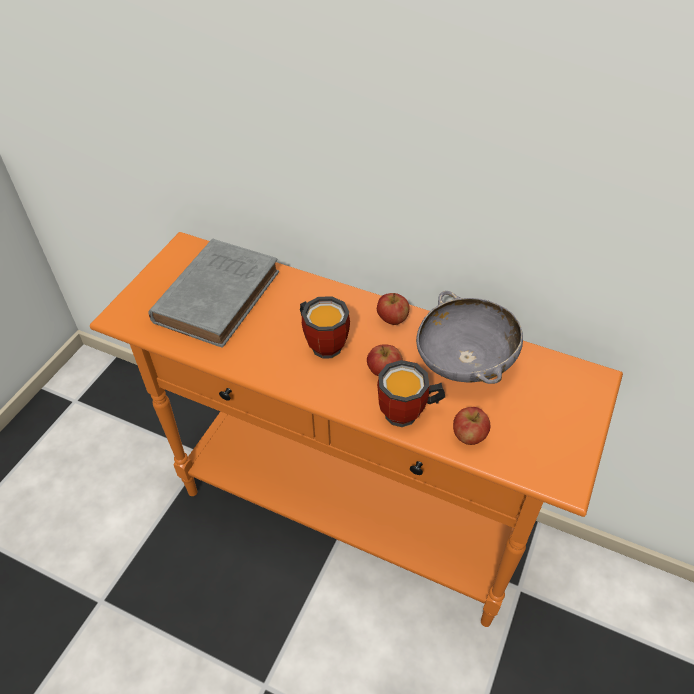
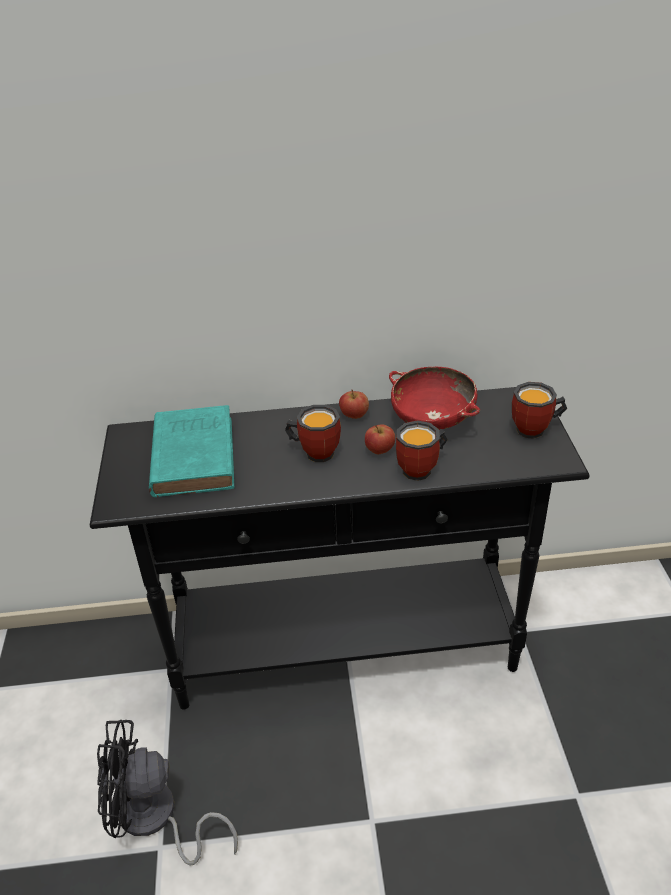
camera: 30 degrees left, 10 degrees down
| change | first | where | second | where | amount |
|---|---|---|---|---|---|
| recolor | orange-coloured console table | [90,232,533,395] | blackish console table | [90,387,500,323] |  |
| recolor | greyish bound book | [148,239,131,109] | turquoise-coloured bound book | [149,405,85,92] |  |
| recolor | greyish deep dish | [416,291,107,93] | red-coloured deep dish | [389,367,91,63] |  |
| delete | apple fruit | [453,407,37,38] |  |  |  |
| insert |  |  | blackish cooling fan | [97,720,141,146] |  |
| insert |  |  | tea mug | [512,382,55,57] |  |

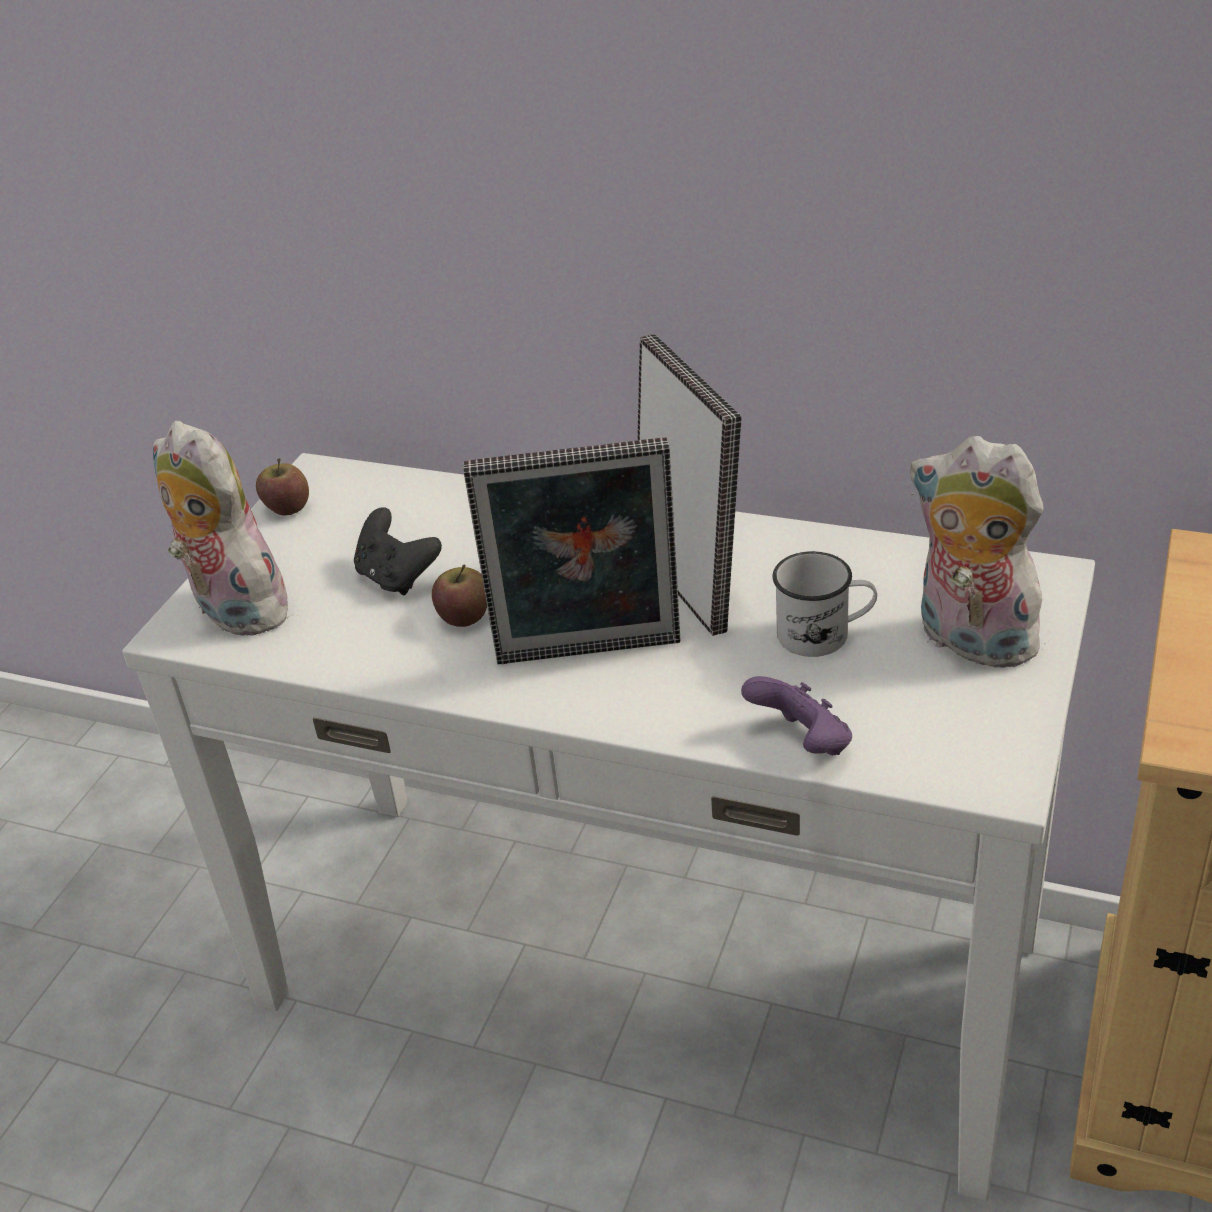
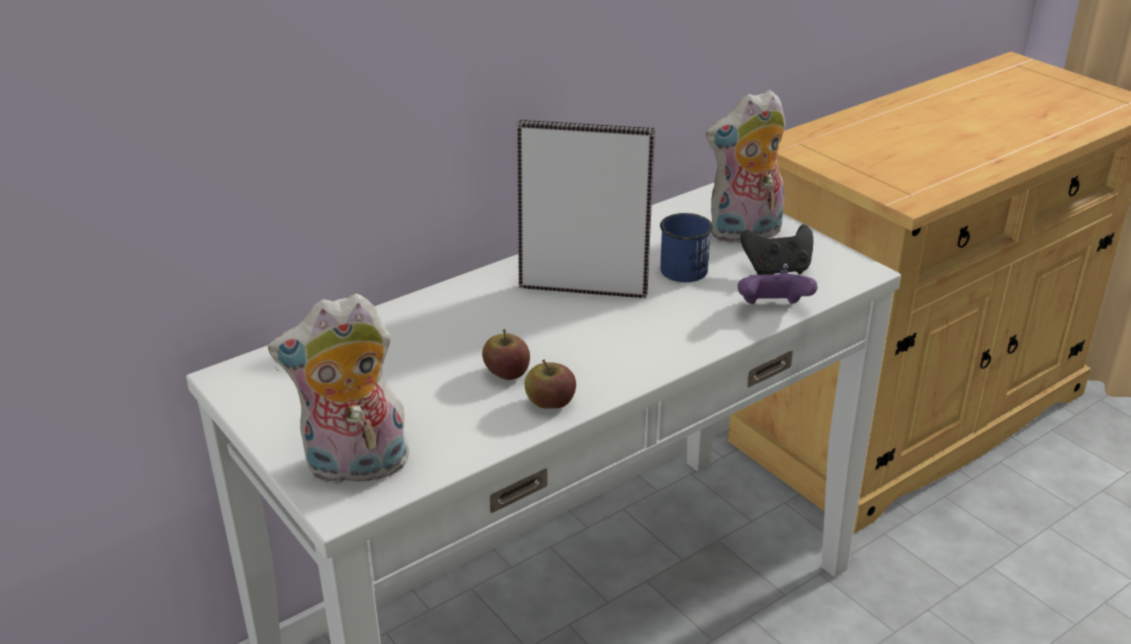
camera: 60 degrees left, 5 degrees down
| change | first | where | second | where | amount |
|---|---|---|---|---|---|
| move | apple fruit | [256,459,53,57] |  | [524,360,52,49] |  |
| move | blackish gamepad | [354,507,88,88] |  | [740,224,73,51] |  |
| delete | photo frame | [463,437,218,227] |  |  |  |
| recolor | white tea mug | [773,551,104,106] | bluish tea mug | [660,213,53,69] |  |

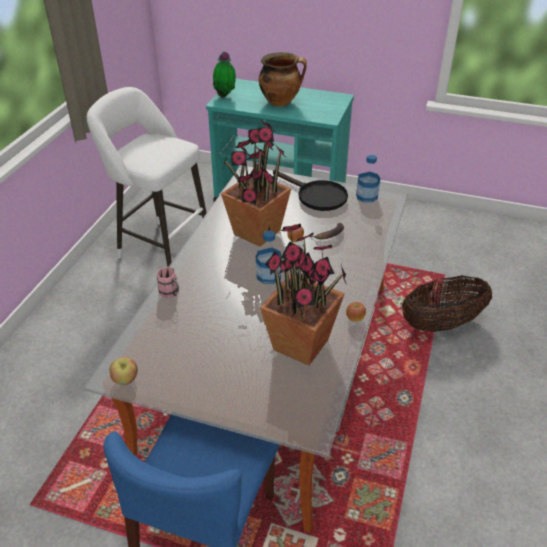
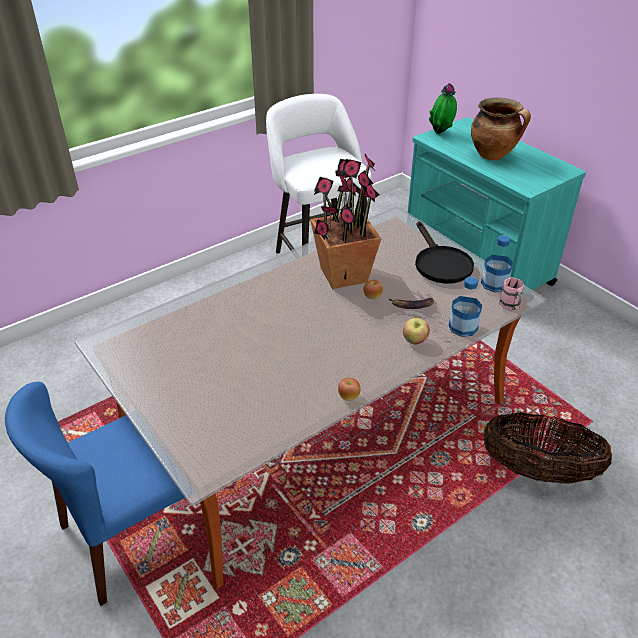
camera: 35 degrees right, 0 degrees up
| change | first | where | second | where | amount |
|---|---|---|---|---|---|
| move | apple fruit | [110,357,28,28] |  | [403,318,27,27] |  |
| move | pinkish tea mug | [157,267,22,31] |  | [499,277,25,33] |  |
| move | beverage bottle | [256,230,26,54] |  | [449,277,33,60] |  |
| delete | houseplant | [260,224,87,142] |  |  |  |

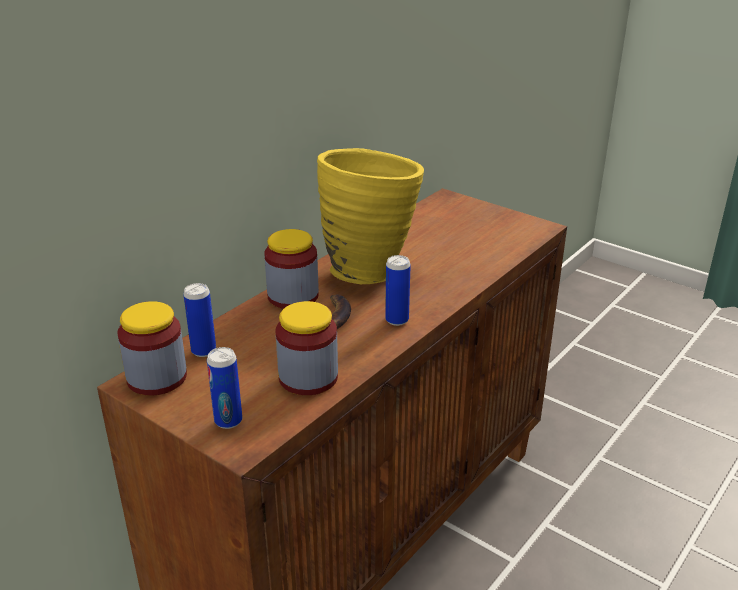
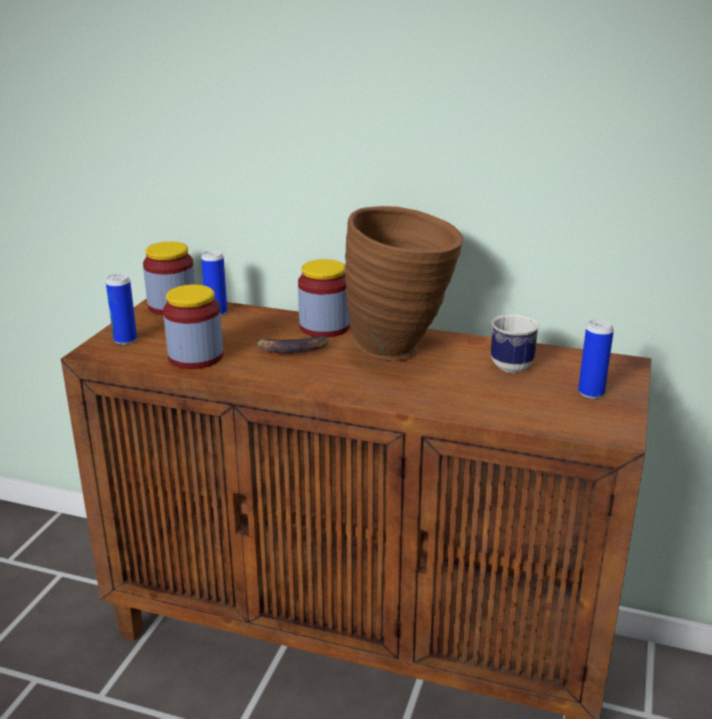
camera: 70 degrees right, 5 degrees down
| change | first | where | second | where | amount |
|---|---|---|---|---|---|
| recolor | yellow-coloured decorative vase | [317,148,107,136] | brownish decorative vase | [345,206,118,155] |  |
| move | sealed can | [385,255,26,71] |  | [578,319,36,80] |  |
| insert |  |  | tea mug | [491,314,49,59] |  |

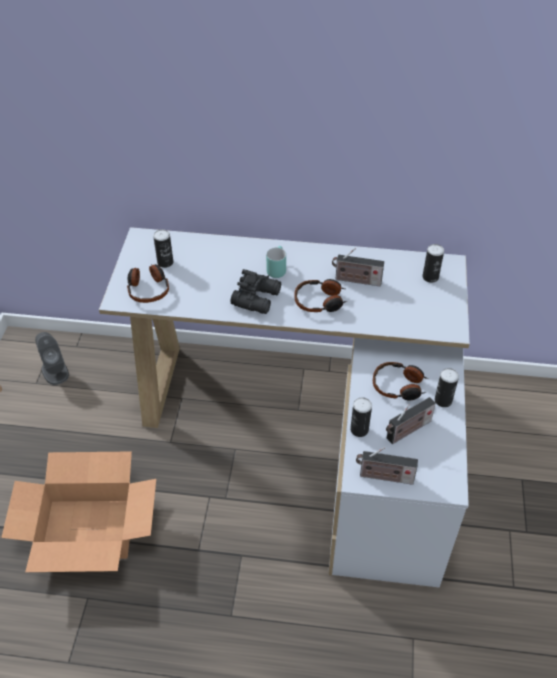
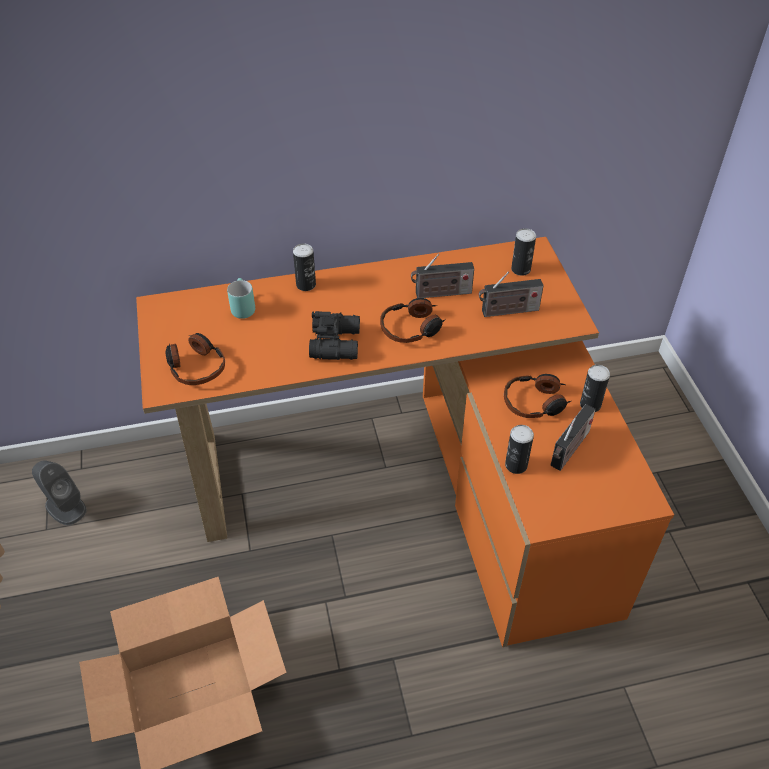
camera: 20 degrees left, 0 degrees up
| change | first | where | second | where | amount |
|---|---|---|---|---|---|
| recolor | white desk unit | [99,227,371,360] | orange-coloured desk unit | [136,237,538,410] |  |
| move | sealed can | [153,229,20,39] |  | [293,243,23,48] |  |
| move | turquoise-coloured tea mug | [266,246,20,32] |  | [227,278,28,41] |  |
| move | radio | [356,447,62,38] |  | [478,272,66,45] |  |

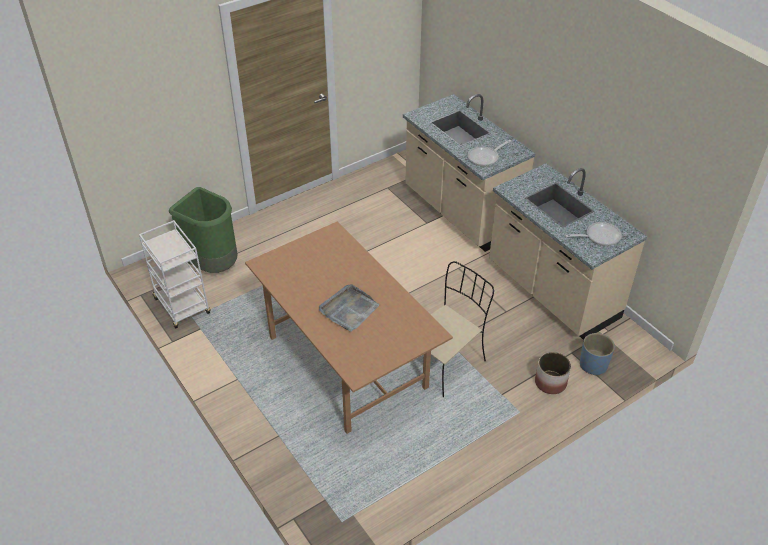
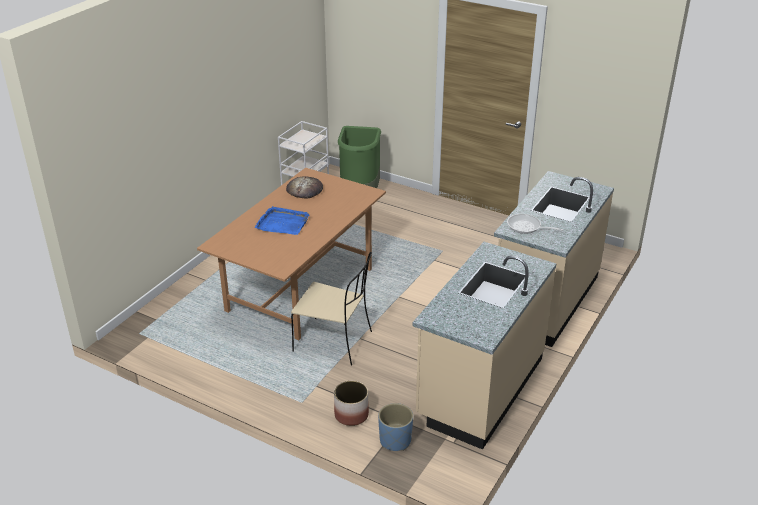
camera: 65 degrees right, 10 degrees down
| change | first | where | second | where | amount |
|---|---|---|---|---|---|
| recolor | greyish serving tray | [319,284,60,48] | bluish serving tray | [255,206,55,29] |  |
| delete | pan | [565,222,57,24] |  |  |  |
| insert |  |  | bakery bread | [286,176,37,23] |  |

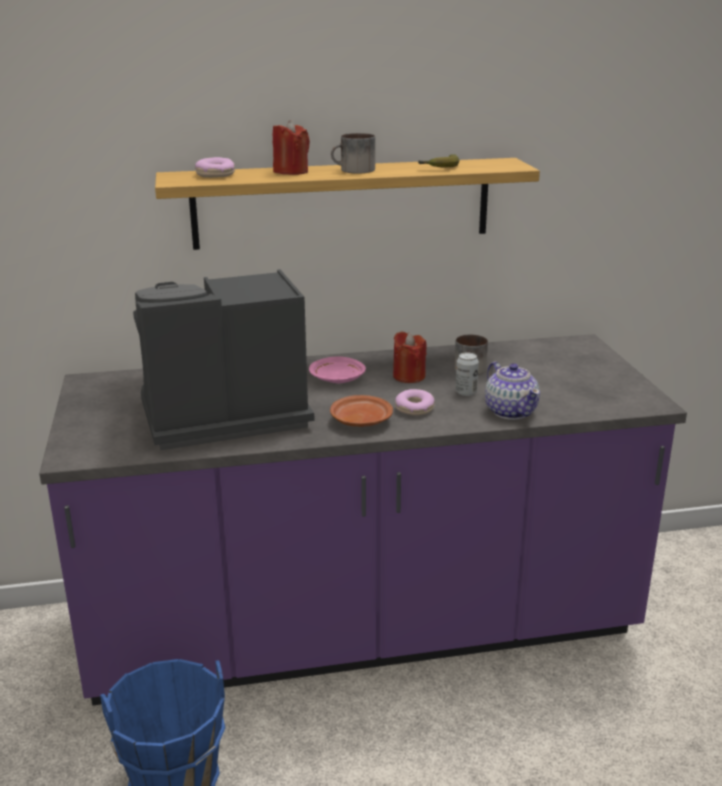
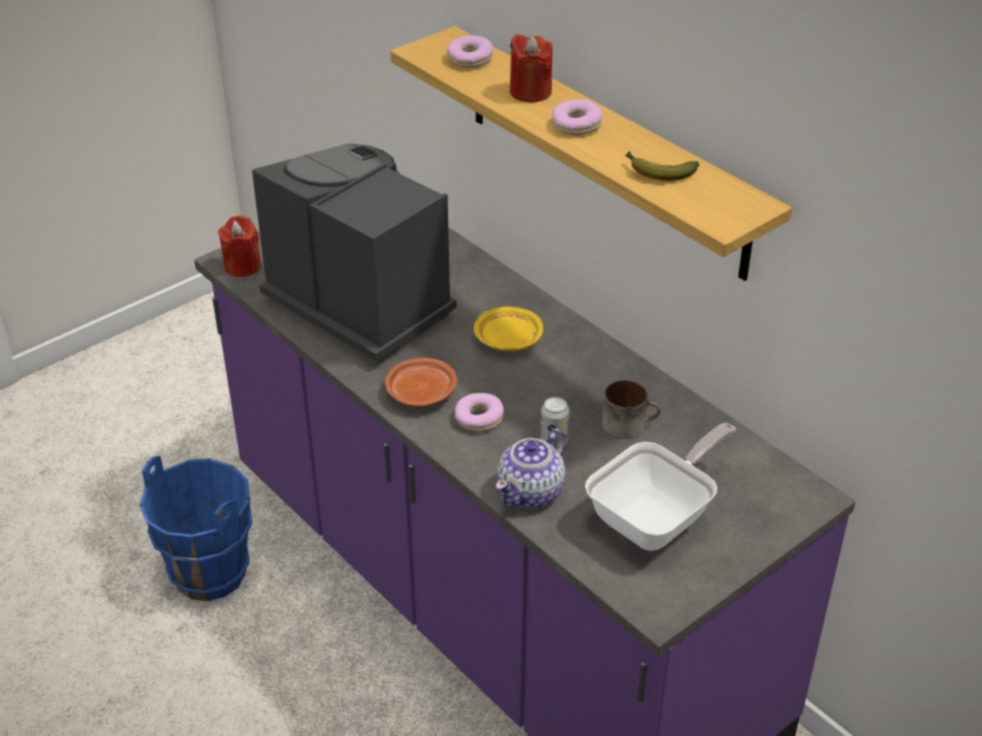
camera: 60 degrees right, 15 degrees up
| change | first | where | second | where | amount |
|---|---|---|---|---|---|
| recolor | pinkish plate | [309,356,57,27] | yellow-coloured plate | [474,307,69,44] |  |
| replace | tea mug | [331,133,44,40] | donut | [552,99,50,36] |  |
| move | red-coloured candle | [393,331,34,52] |  | [218,215,43,62] |  |
| insert |  |  | pan | [585,423,151,128] |  |

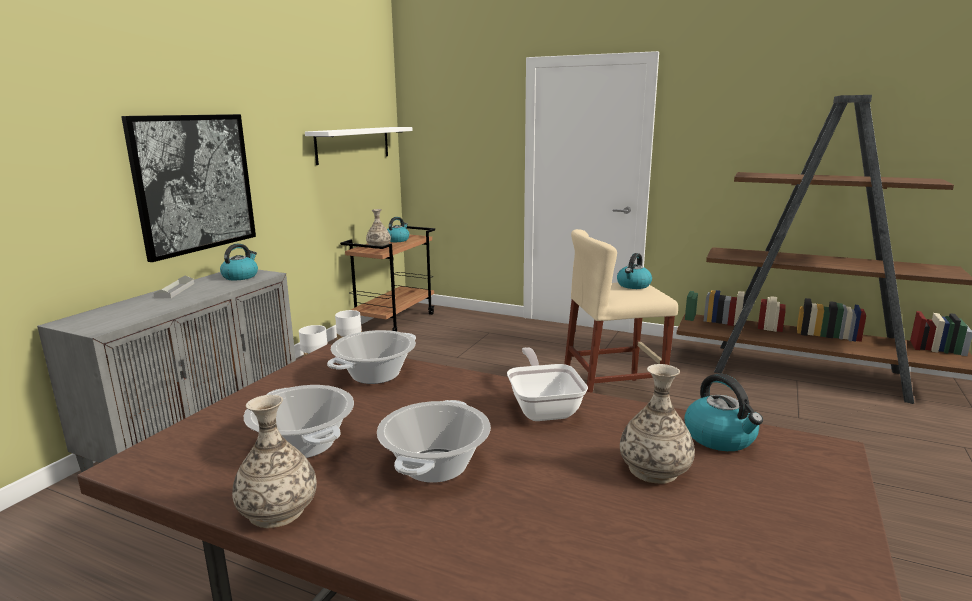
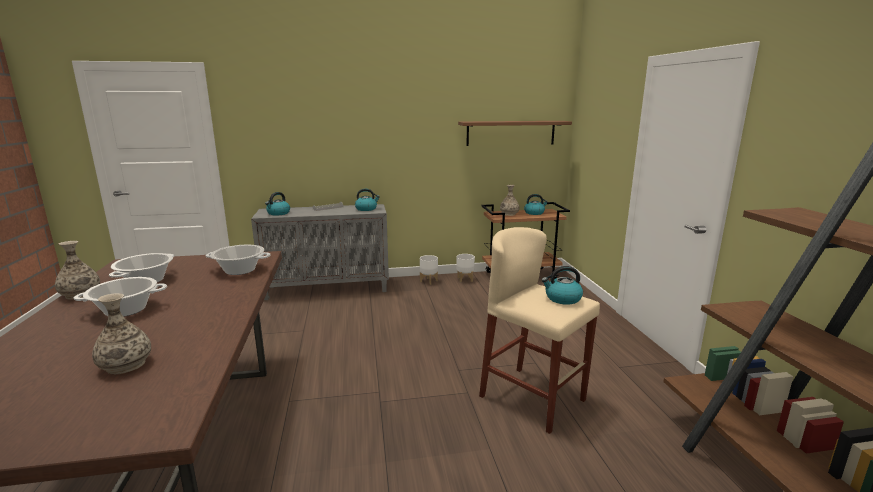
camera: 55 degrees right, 0 degrees up
| change | first | where | second | where | amount |
|---|---|---|---|---|---|
| delete | wall art | [121,114,135,148] |  |  |  |
| recolor | white wall shelf | [305,127,108,38] | brownish wall shelf | [458,121,114,25] |  |
| delete | pan | [507,347,81,74] |  |  |  |
| move | water kettle | [684,374,79,77] |  | [265,192,25,24] |  |

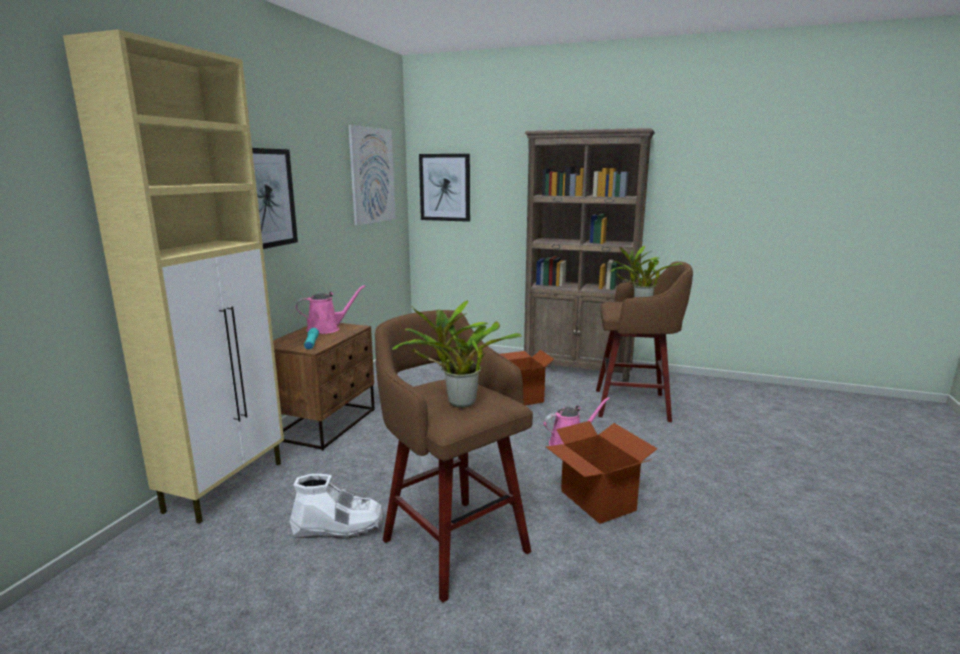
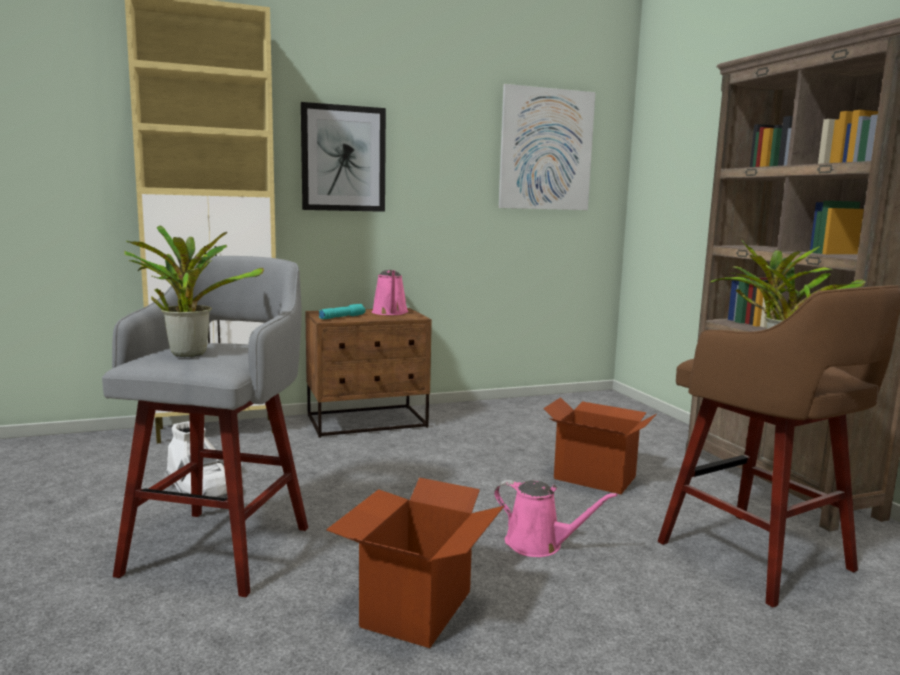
camera: 50 degrees right, 5 degrees down
| change | first | where | second | where | amount |
|---|---|---|---|---|---|
| rotate | pinkish watering can | [296,285,69,49] |  | [372,270,37,45] | 60 degrees clockwise |
| recolor | brownish sitting stool | [375,310,158,292] | greyish sitting stool | [102,256,206,341] |  |
| delete | wall art | [419,154,51,68] |  |  |  |

